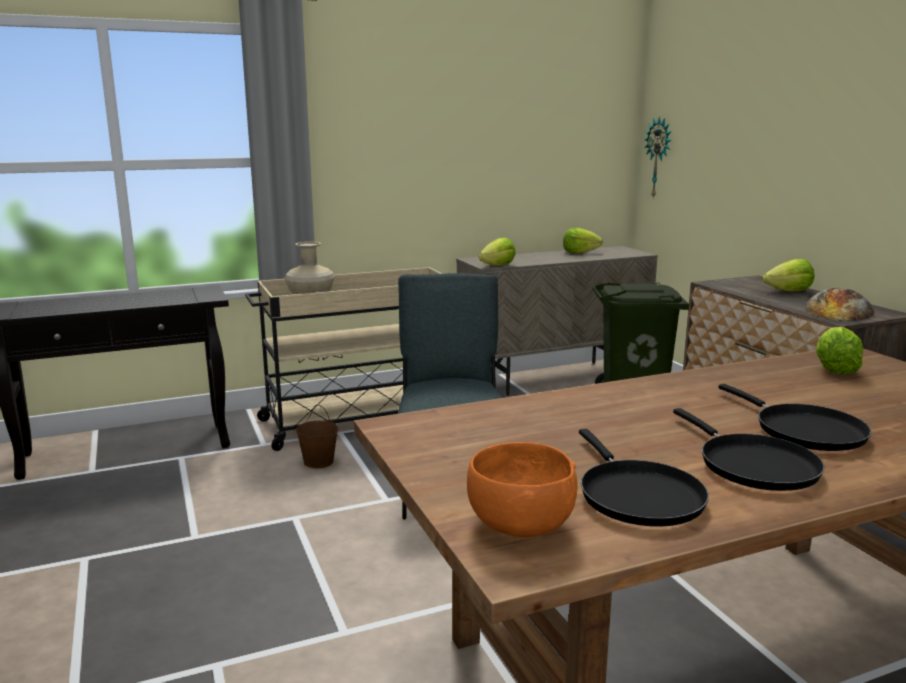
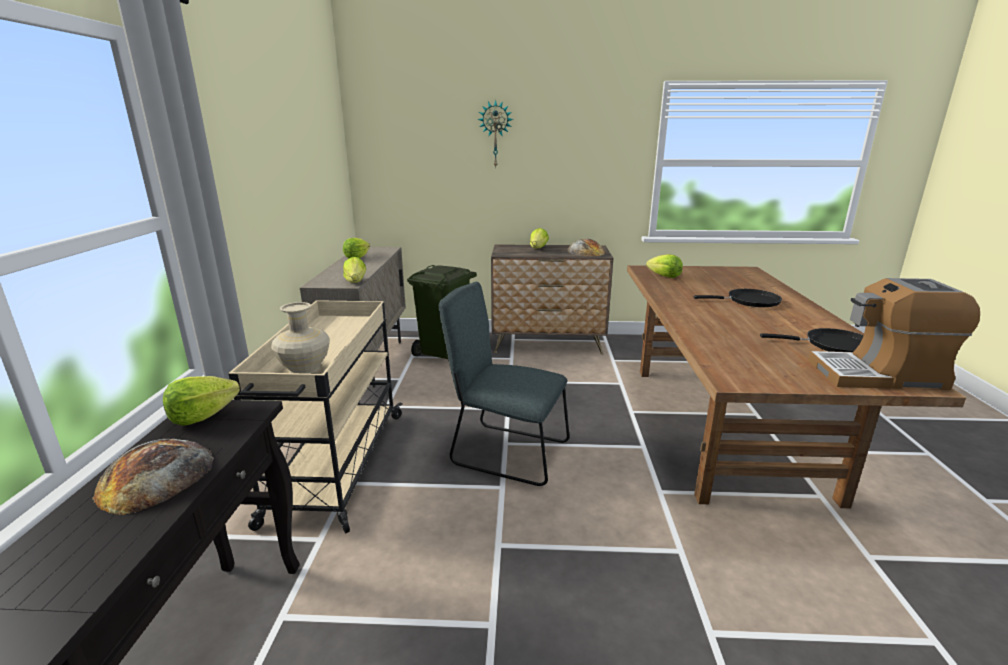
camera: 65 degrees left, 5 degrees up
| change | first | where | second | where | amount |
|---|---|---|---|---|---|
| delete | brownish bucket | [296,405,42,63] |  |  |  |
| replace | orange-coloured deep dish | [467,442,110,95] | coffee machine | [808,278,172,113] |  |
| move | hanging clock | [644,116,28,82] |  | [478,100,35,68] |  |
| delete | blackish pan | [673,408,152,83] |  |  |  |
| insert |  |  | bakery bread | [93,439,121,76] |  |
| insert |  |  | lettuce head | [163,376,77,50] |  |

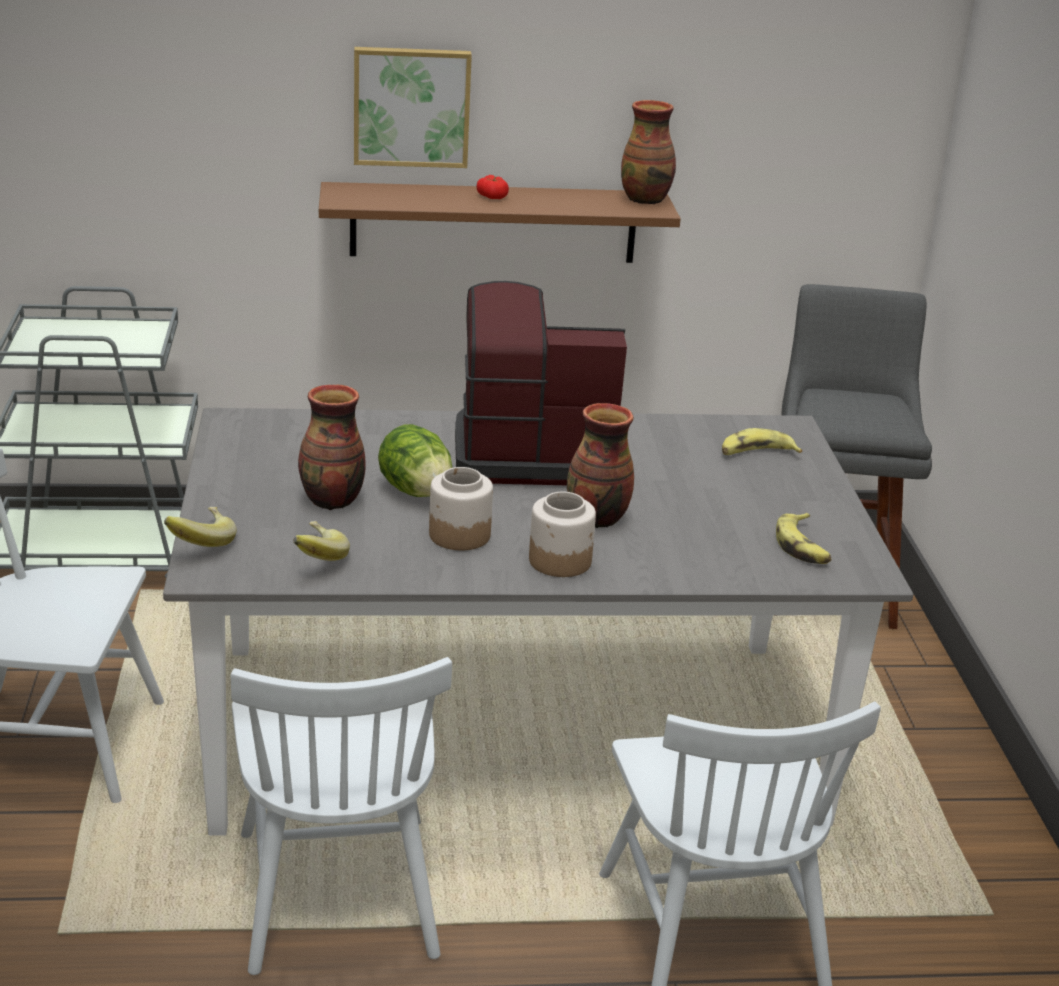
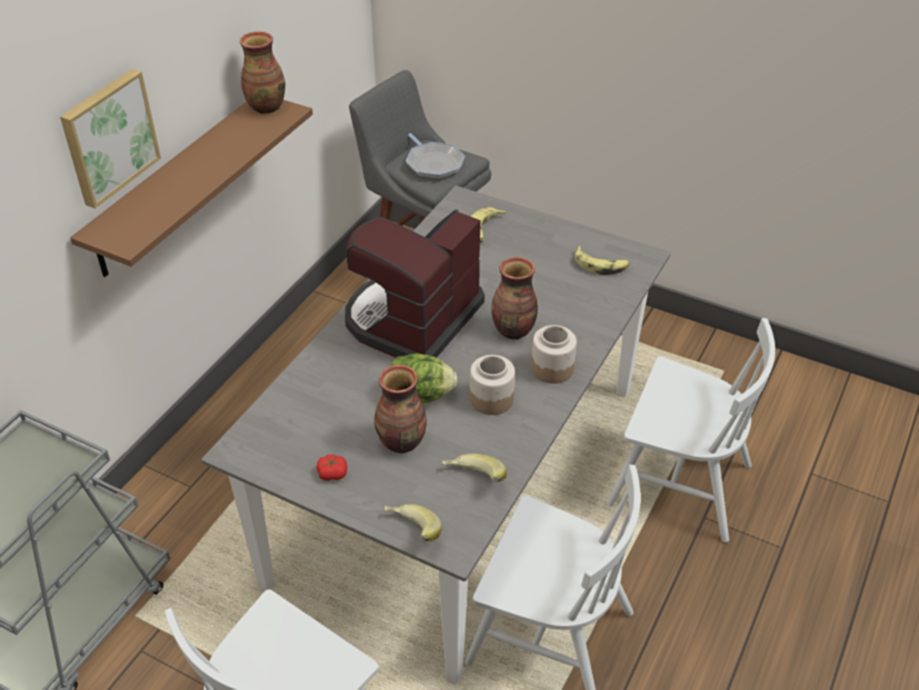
camera: 55 degrees left, 15 degrees up
| change | first | where | second | where | amount |
|---|---|---|---|---|---|
| move | tomato | [476,175,33,24] |  | [316,455,31,26] |  |
| insert |  |  | pan | [406,133,59,46] |  |

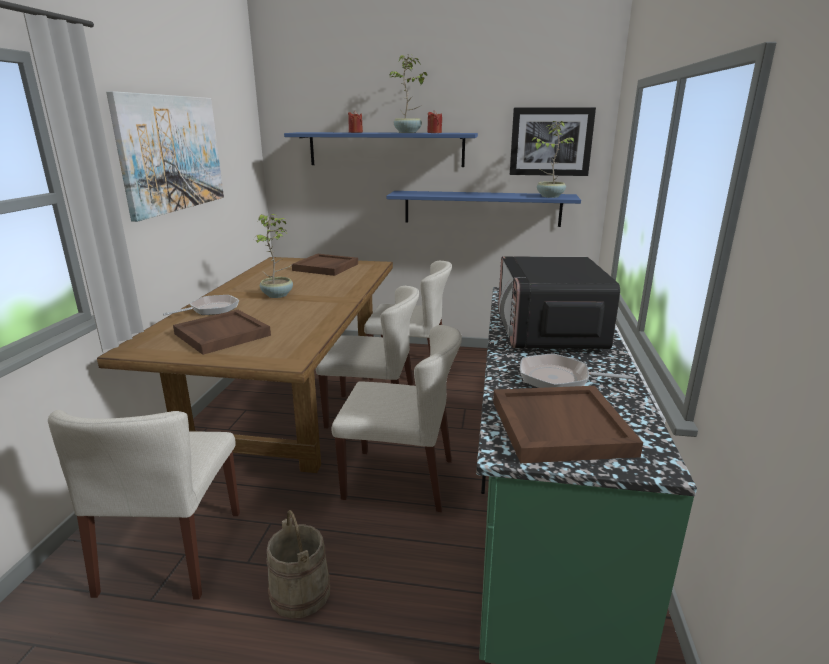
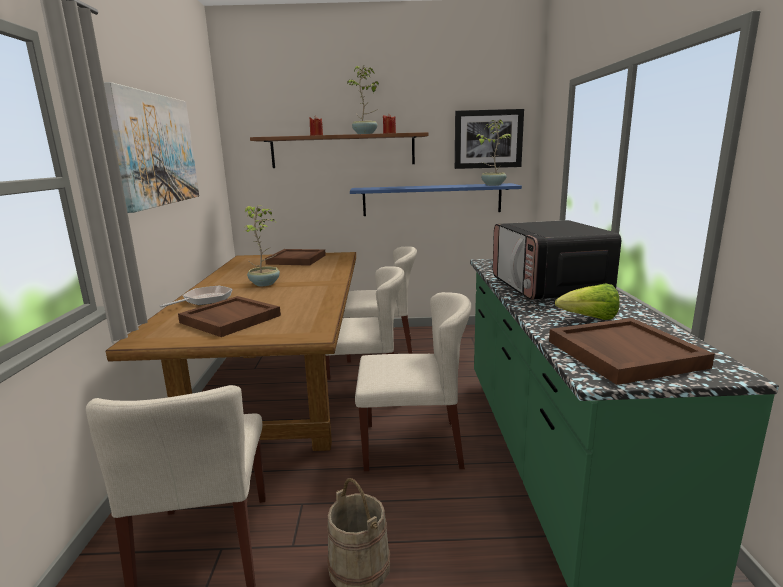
camera: 10 degrees left, 5 degrees down
| change | first | where | second | where | amount |
|---|---|---|---|---|---|
| recolor | bluish wall shelf | [284,132,194,35] | brownish wall shelf | [250,132,179,36] |  |
| replace | pan | [520,353,116,35] | lettuce head | [555,284,64,36] |  |

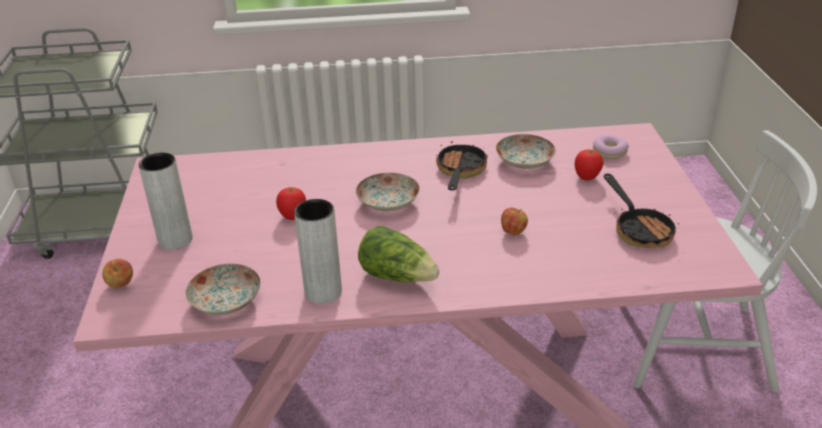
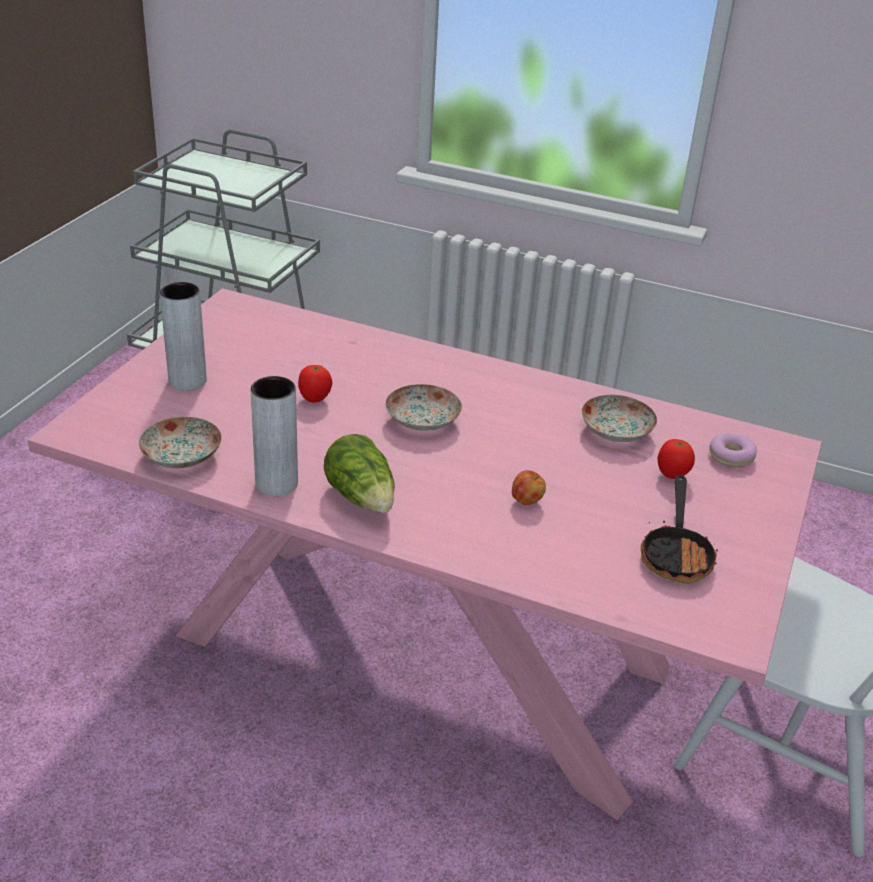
camera: 25 degrees right, 0 degrees up
| change | first | where | second | where | amount |
|---|---|---|---|---|---|
| delete | apple fruit | [102,259,31,29] |  |  |  |
| delete | pan | [436,141,52,49] |  |  |  |

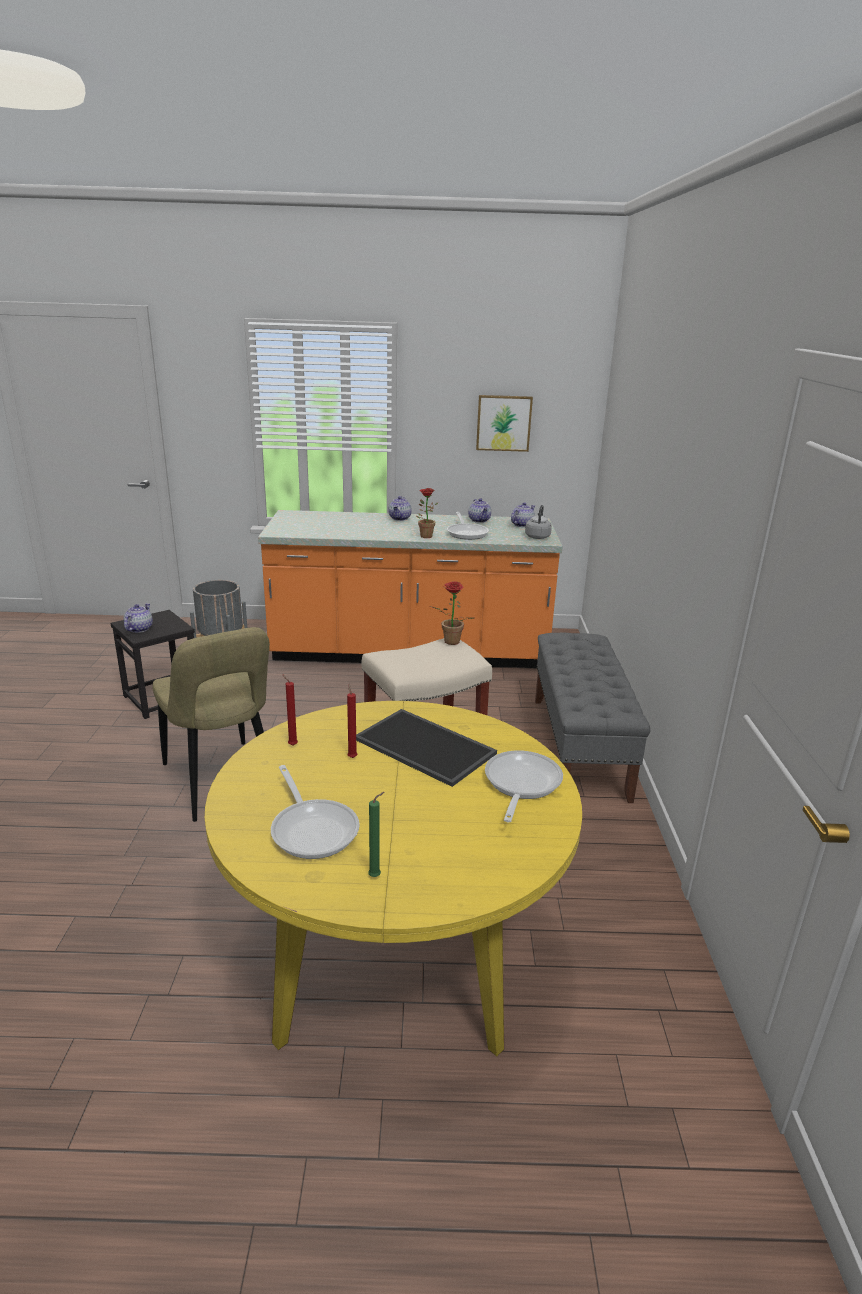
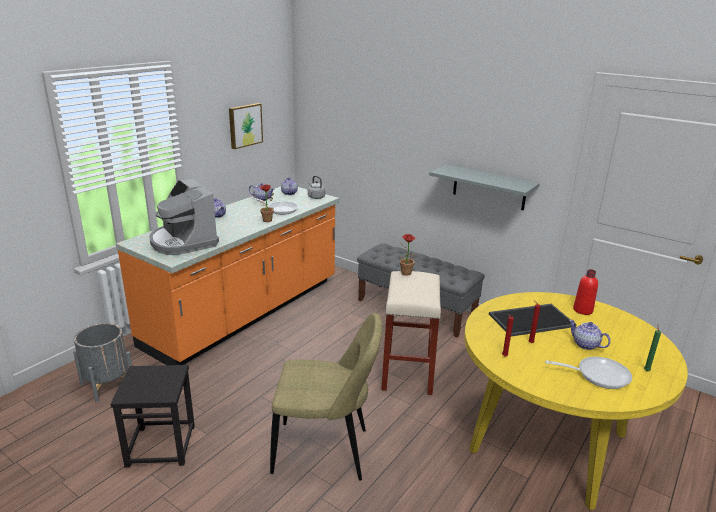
camera: 55 degrees left, 0 degrees up
| change | first | where | second | where | amount |
|---|---|---|---|---|---|
| move | teapot | [124,603,29,30] |  | [569,320,42,30] |  |
| replace | pan | [485,750,78,72] | red-coloured beverage bottle | [573,269,25,46] |  |
| insert |  |  | coffee machine | [149,179,70,76] |  |
| insert |  |  | greyish wall shelf | [429,165,111,45] |  |

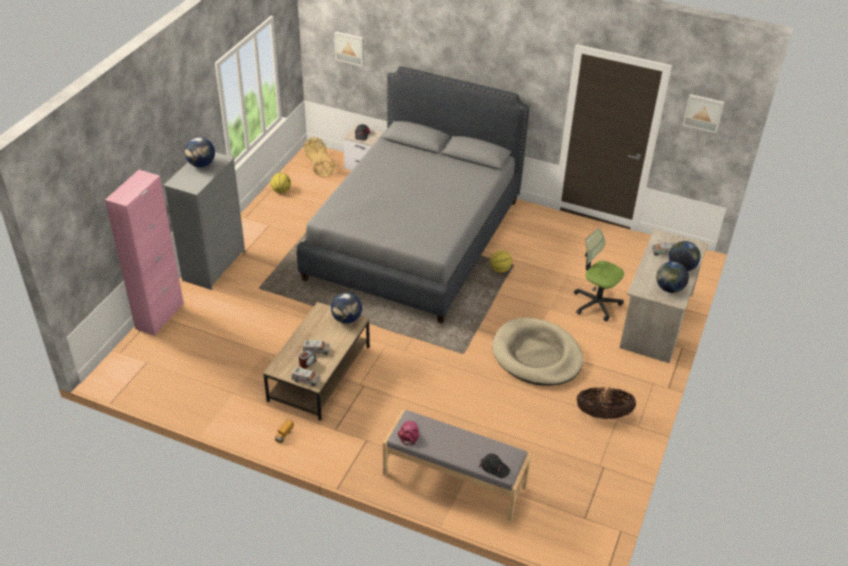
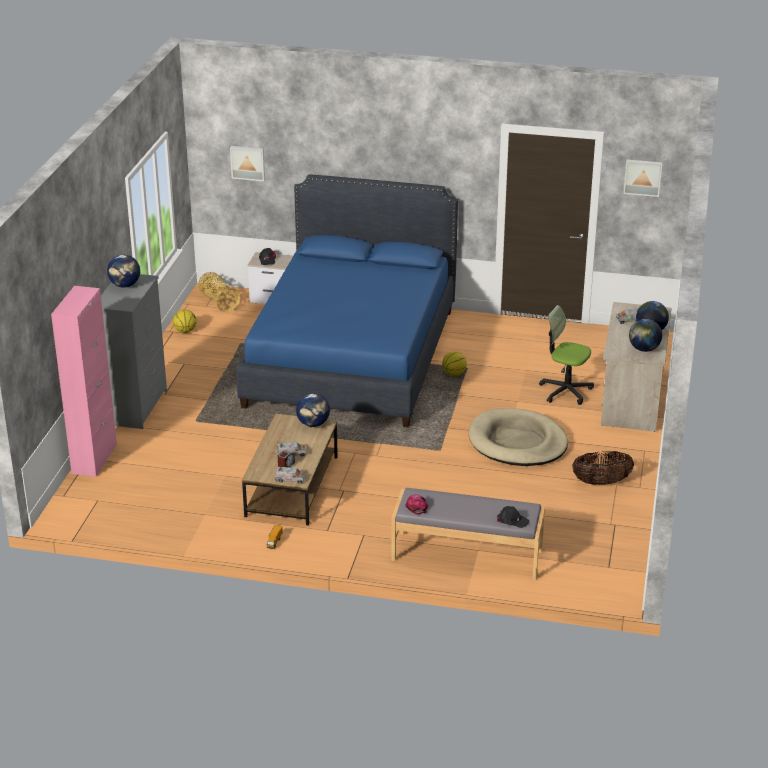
camera: 10 degrees left, 10 degrees down
| change | first | where | second | where | amount |
|---|---|---|---|---|---|
| recolor | greyish bed | [297,66,233,258] | bluish bed | [236,174,222,254] |  |

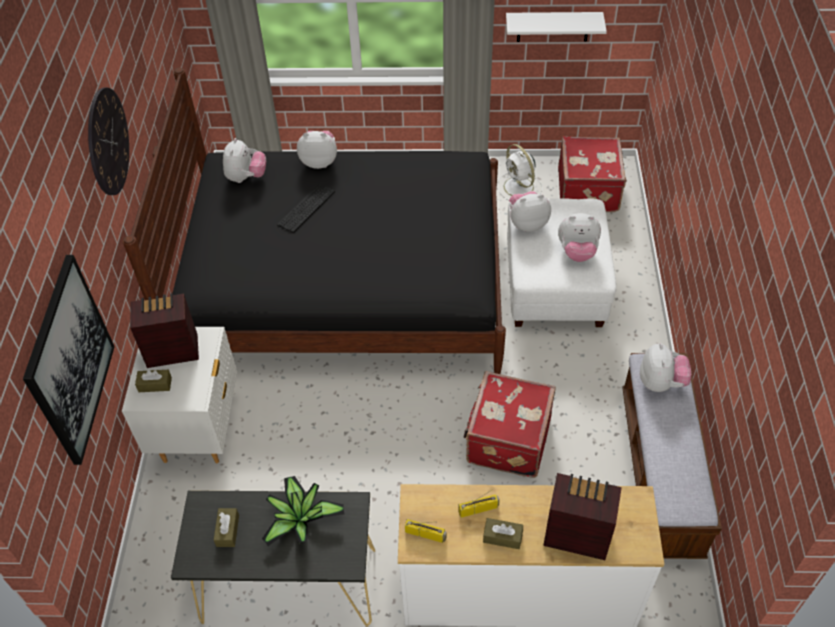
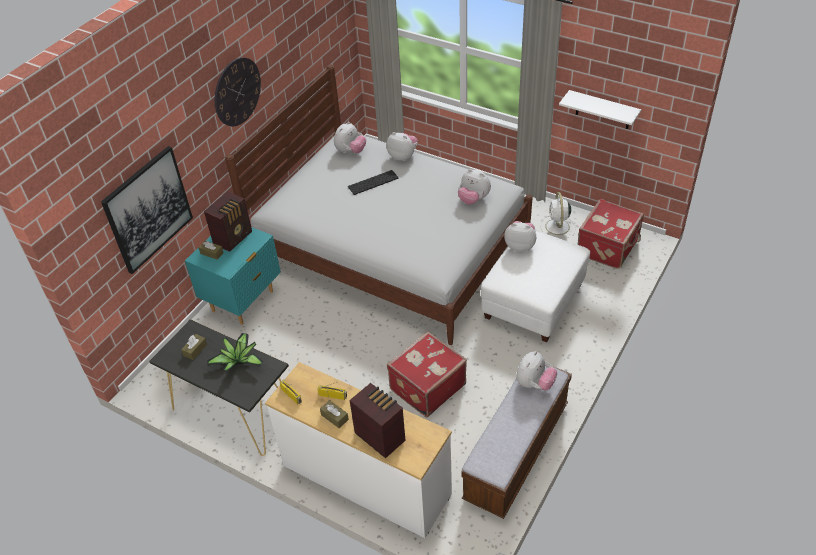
camera: 30 degrees right, 5 degrees down
| change | first | where | second | where | amount |
|---|---|---|---|---|---|
| recolor | white bedside table | [122,327,115,136] | turquoise-coloured bedside table | [185,227,96,98] |  |
| recolor | blackish bed | [123,67,383,307] | white bed | [225,64,307,281] |  |
| rotate | radio | [130,293,69,75] |  | [204,191,48,61] | 105 degrees clockwise |
| move | plush toy | [558,213,43,49] |  | [458,169,33,35] |  |

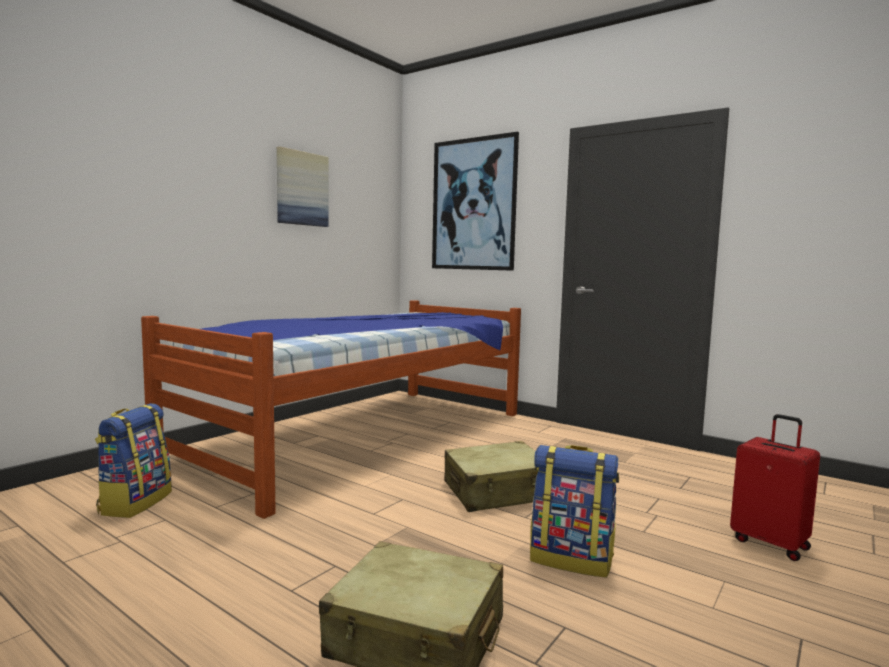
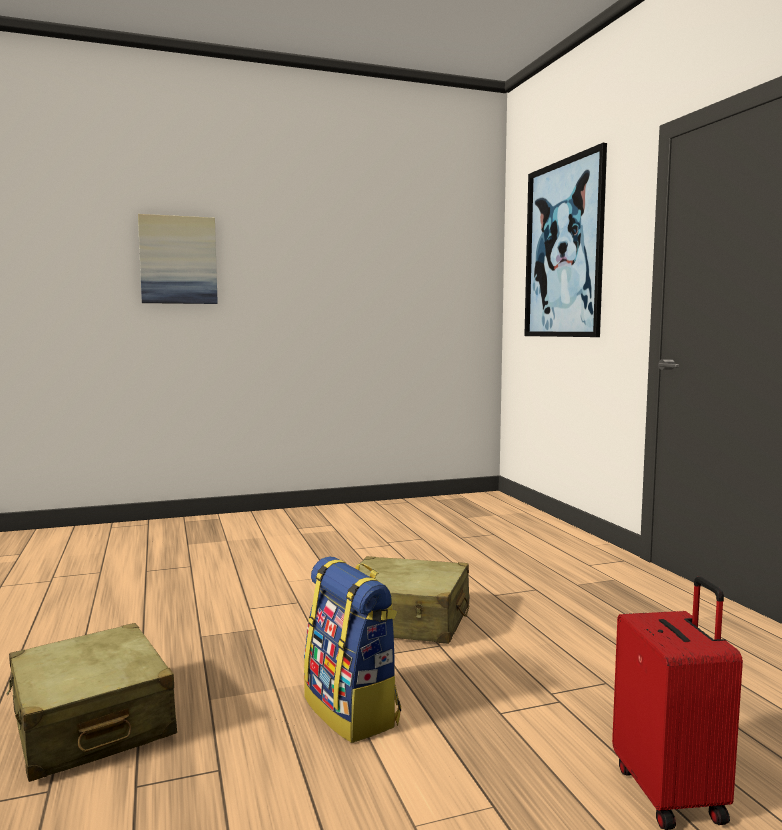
camera: 35 degrees right, 0 degrees up
| change | first | where | second | where | amount |
|---|---|---|---|---|---|
| delete | knapsack | [95,403,77,115] |  |  |  |
| delete | bed | [141,300,380,219] |  |  |  |
| move | wall art | [277,146,52,81] |  | [138,214,80,90] |  |

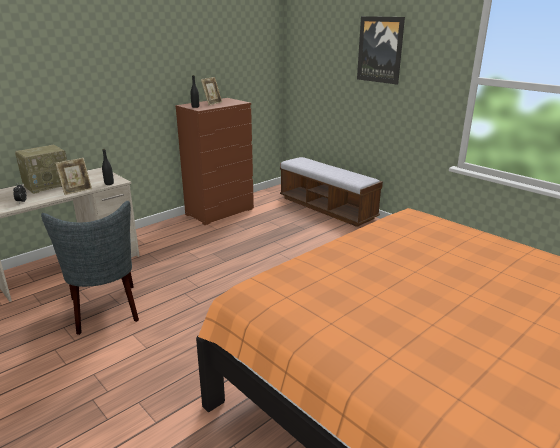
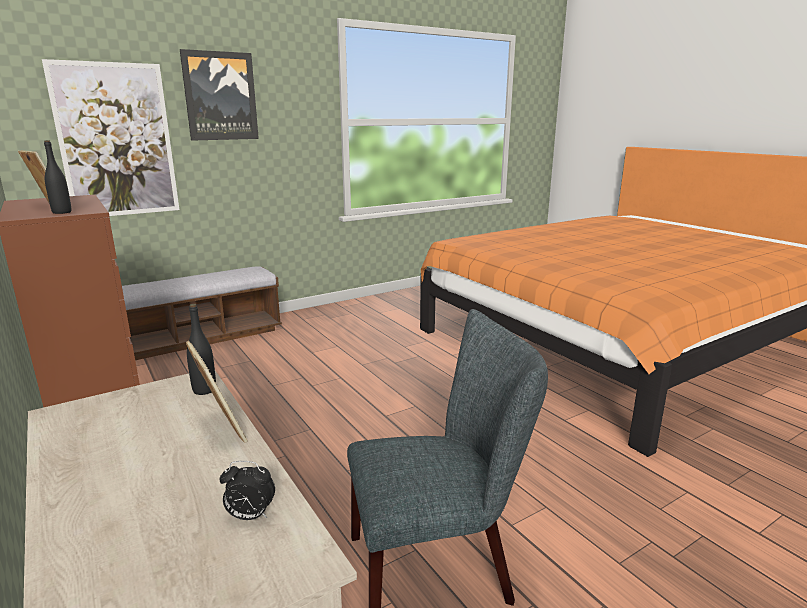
camera: 80 degrees left, 5 degrees down
| change | first | where | second | where | amount |
|---|---|---|---|---|---|
| delete | radio | [15,145,52,49] |  |  |  |
| insert |  |  | wall art | [42,59,138,157] |  |

